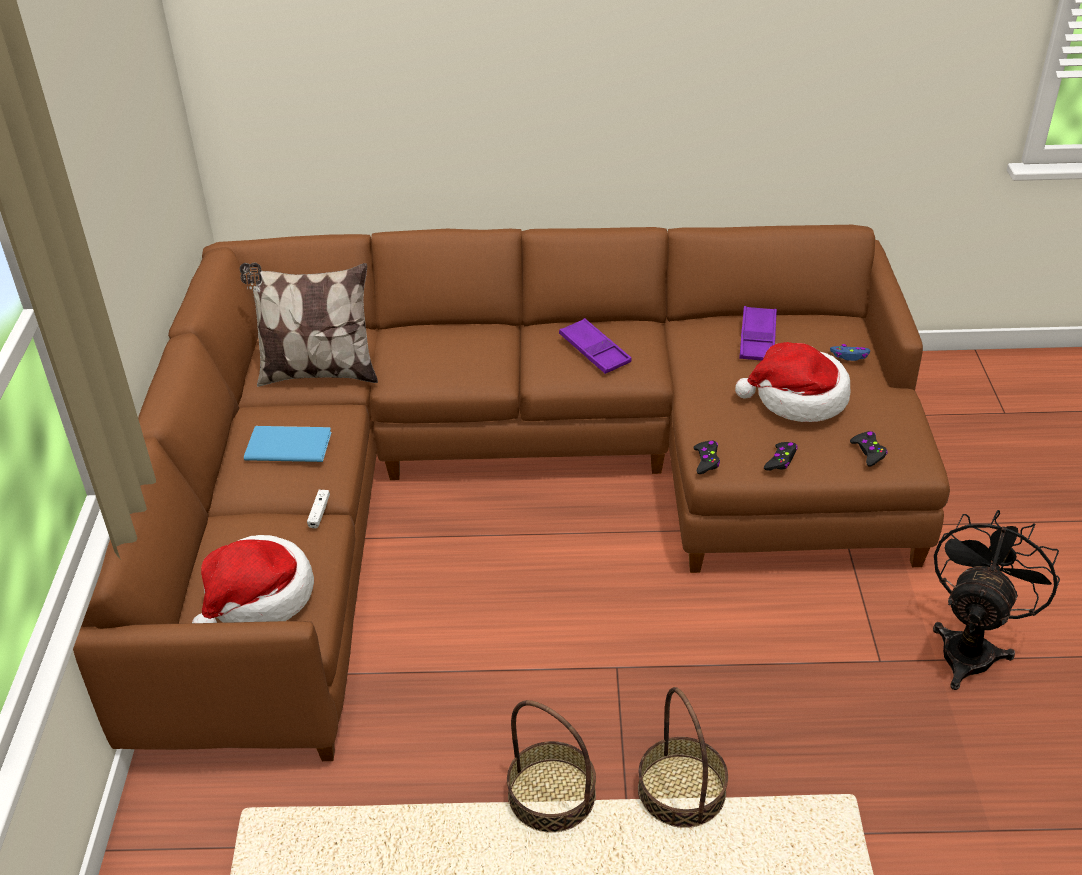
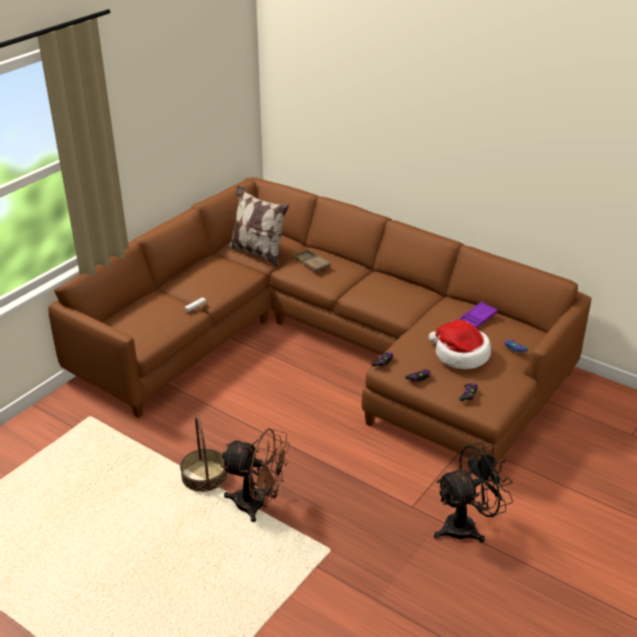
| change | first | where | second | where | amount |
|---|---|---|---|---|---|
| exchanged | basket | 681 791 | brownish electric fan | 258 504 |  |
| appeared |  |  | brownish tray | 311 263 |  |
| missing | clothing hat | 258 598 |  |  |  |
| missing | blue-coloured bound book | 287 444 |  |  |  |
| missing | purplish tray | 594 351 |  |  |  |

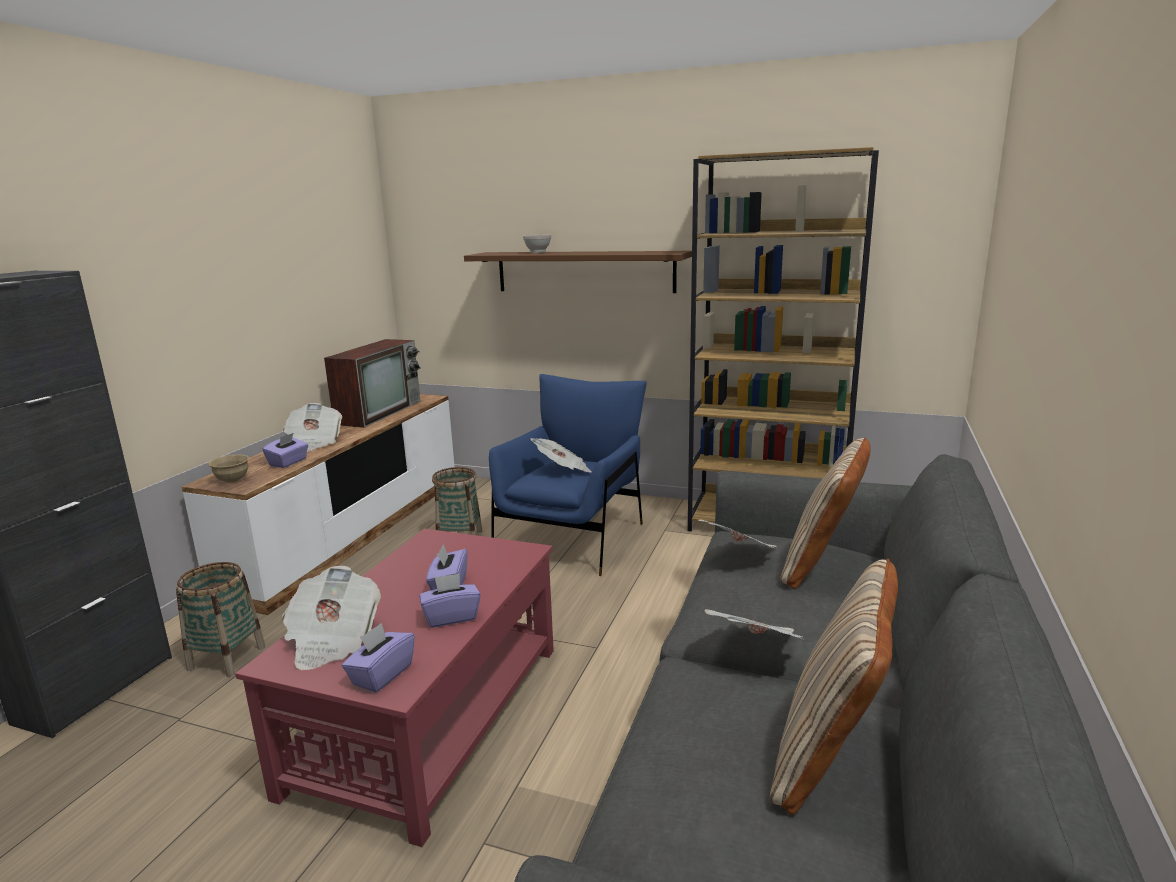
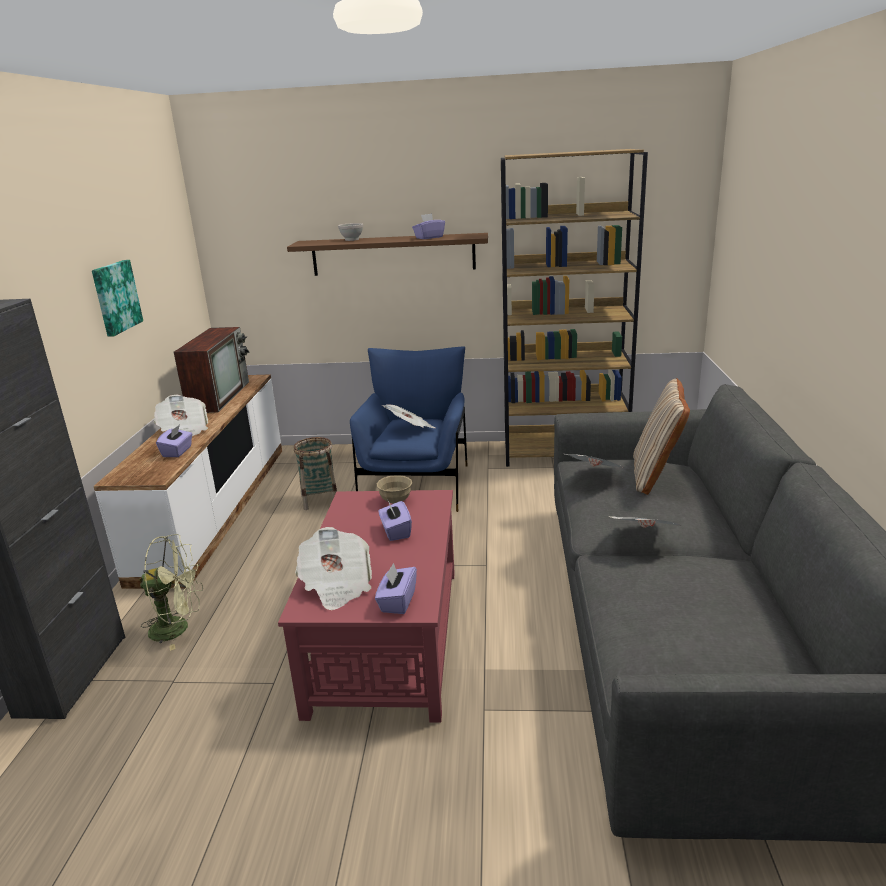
| change | first | where | second | where | amount |
|---|---|---|---|---|---|
| appeared |  |  | wall picture | 115 297 |  |
| exchanged | basket | 227 658 | green electric fan | 178 628 |  |
| relocated | beige serving bowl | 232 480 |  | 395 501 |  |
| relocated | purplish tissue box | 451 617 |  | 429 237 |  |
| missing | beige pillow | 829 756 |  |  |  |

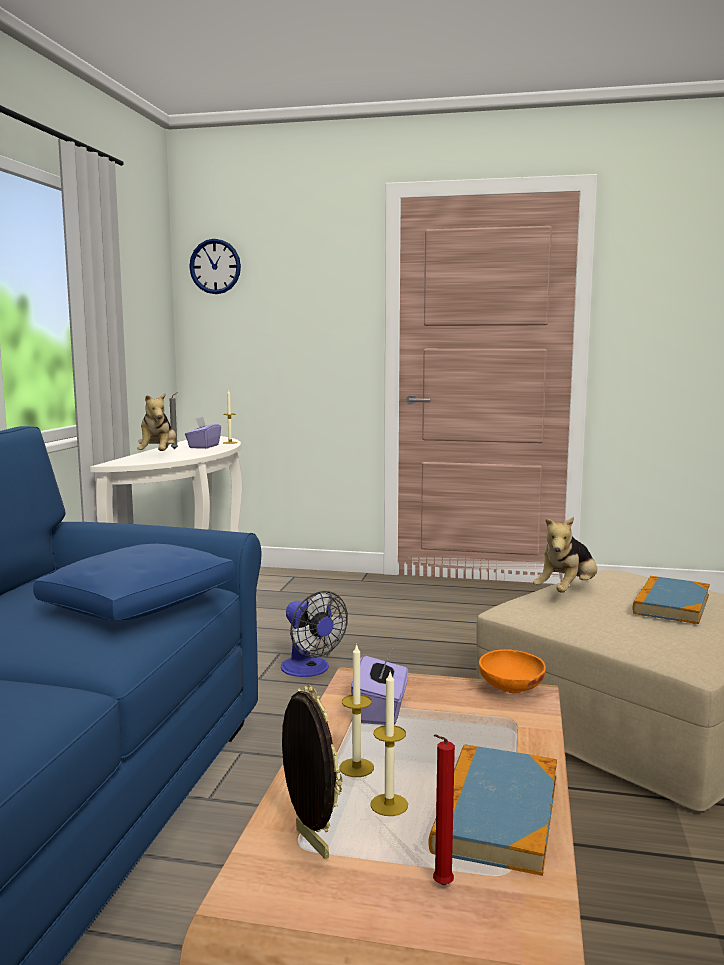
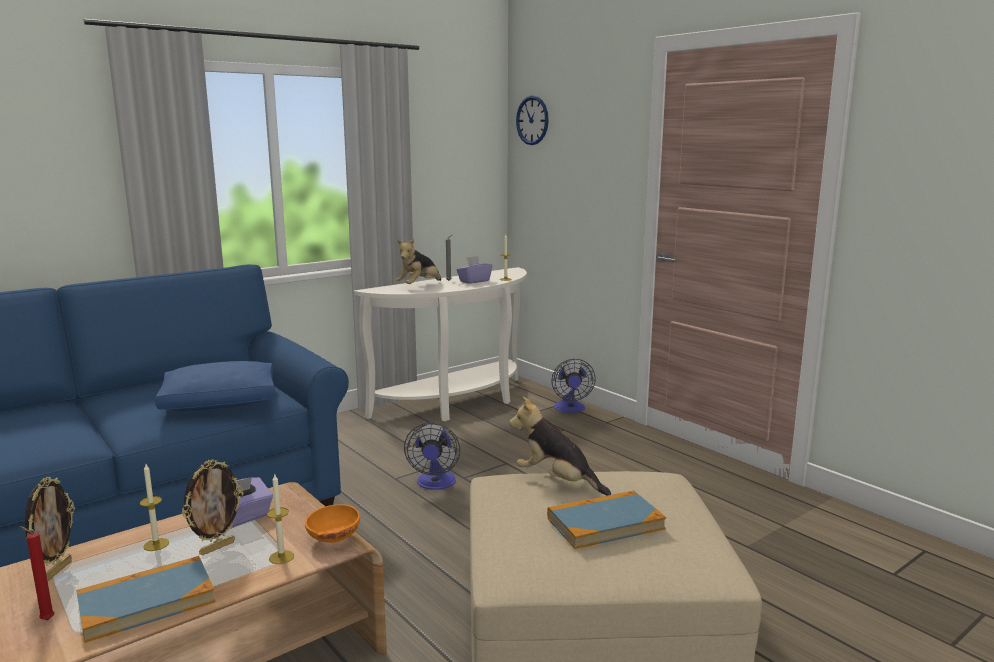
| change | first | where | second | where | amount |
|---|---|---|---|---|---|
| appeared |  |  | picture frame | 217 547 |  |
| relocated | wax candle | 389 805 |  | 281 557 |  |
| spun | cuddly toy | 567 592 |  | 557 481 | 45 degrees clockwise |
| appeared |  |  | electric fan | 570 409 |  |

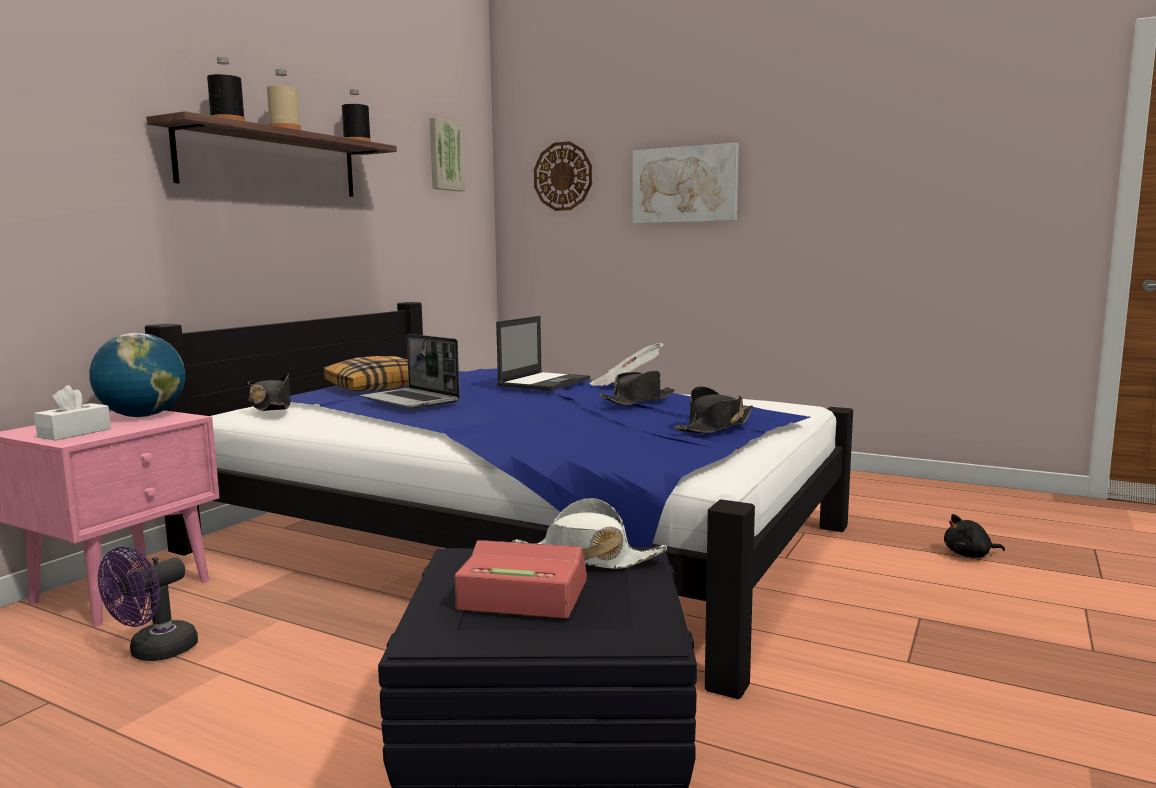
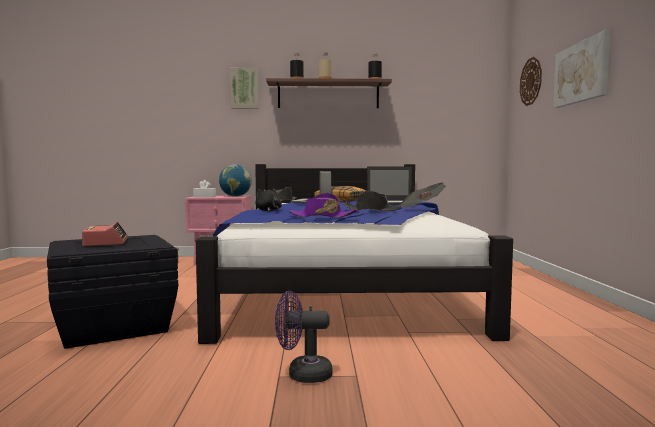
| change | first | where | second | where | amount |
|---|---|---|---|---|---|
| relocated | wall picture | 445 155 |  | 244 88 |  |
| relocated | black-coloured cuddly toy | 970 555 |  | 268 211 |  |
| relocated | purplish electric fan | 154 653 |  | 302 374 |  |
| colour | black-coloured clothing hat | 715 426 | purplish clothing hat | 322 216 |  |
| missing | white-coloured clothing hat | 585 559 |  |  |  |

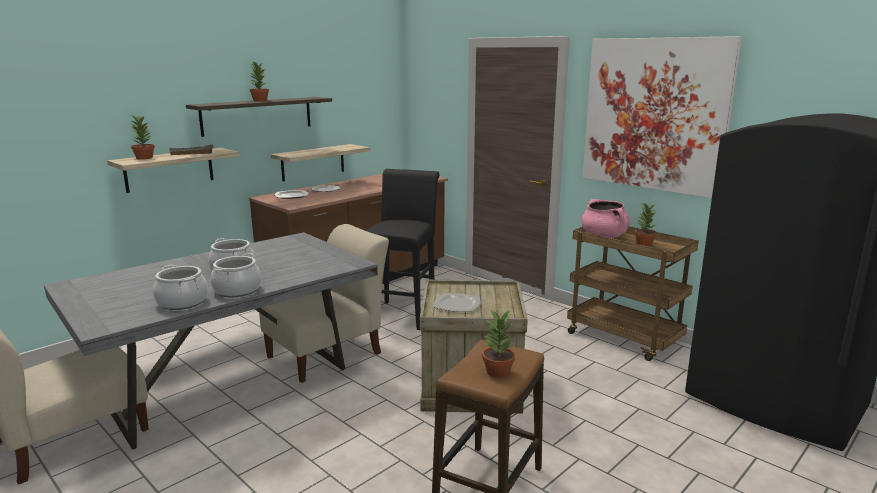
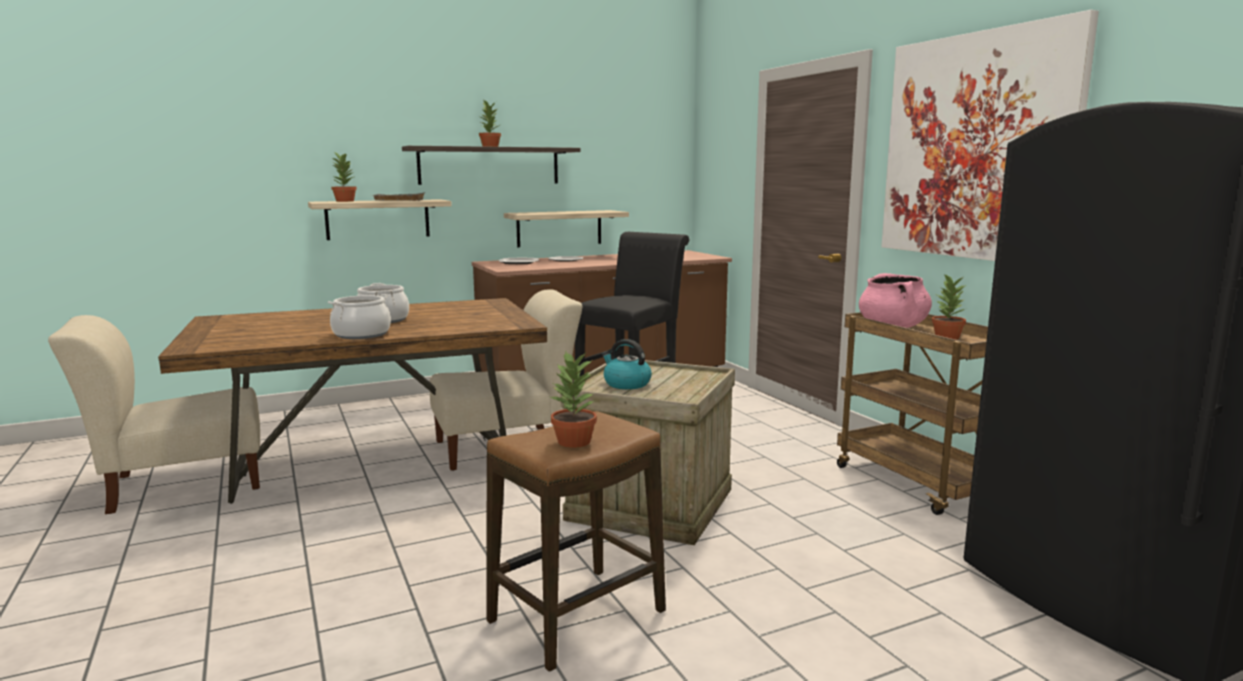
| change | first | where | second | where | amount |
|---|---|---|---|---|---|
| colour | grey dining table | 230 387 | brownish dining table | 373 464 |  |
| exchanged | plate | 457 305 | tea kettle | 626 384 |  |
| missing | stockpot | 182 302 |  |  |  |

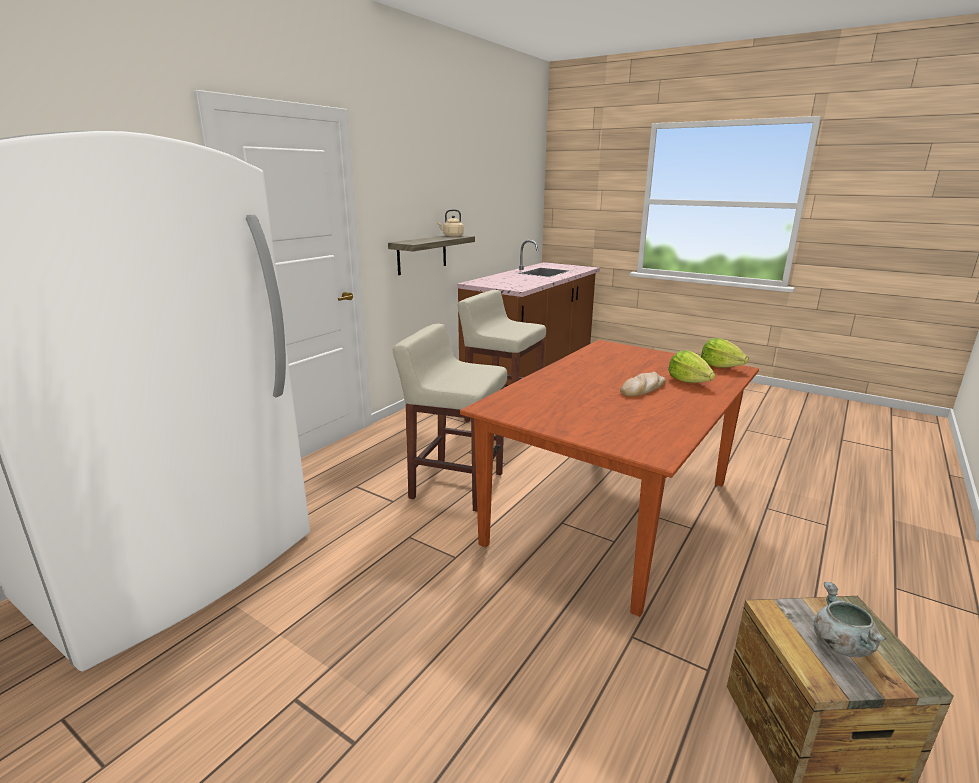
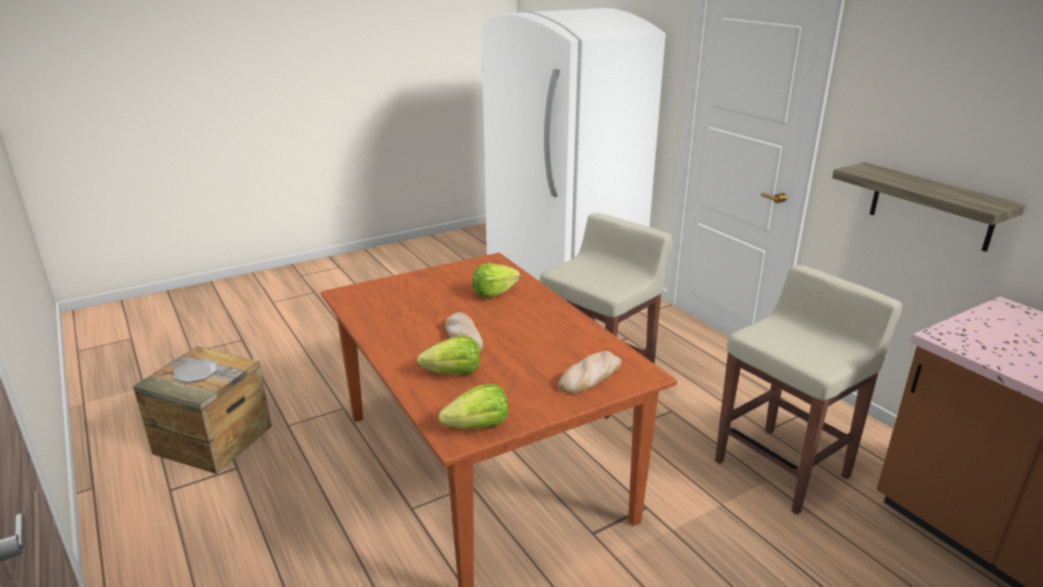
| change | first | where | second | where | amount |
|---|---|---|---|---|---|
| exchanged | grey stockpot | 840 643 | plate | 197 372 |  |
| appeared |  |  | head of lettuce | 494 293 |  |
| appeared |  |  | bread | 590 376 |  |
| missing | beige tea kettle | 452 236 |  |  |  |

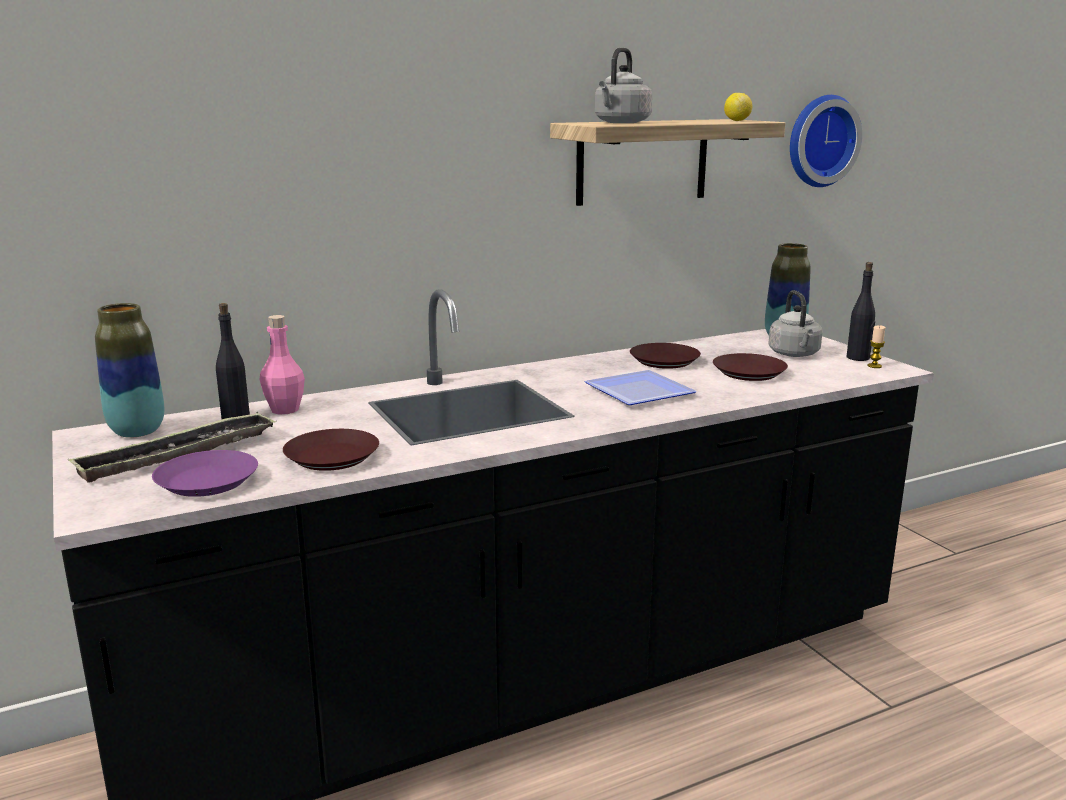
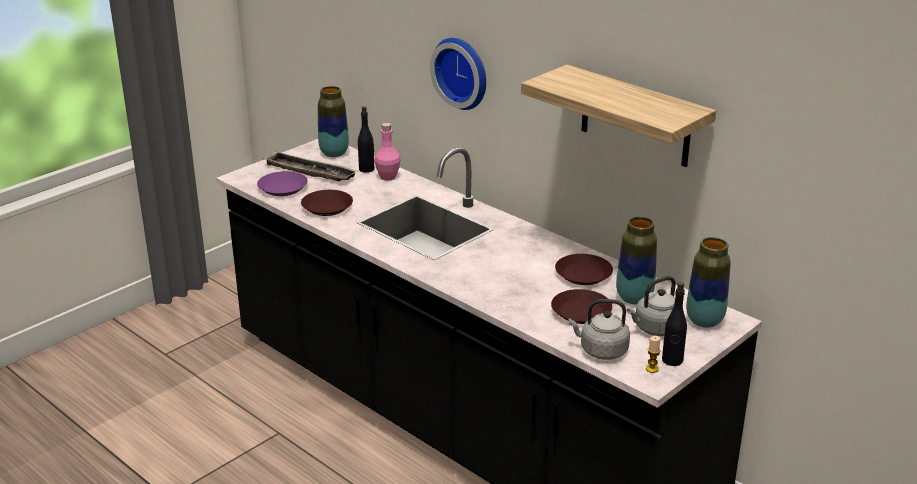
| change | first | where | second | where | amount |
|---|---|---|---|---|---|
| relocated | wall clock | 819 141 |  | 463 72 |  |
| relocated | grey tea kettle | 621 122 |  | 601 351 |  |
| appeared |  |  | decorative vase | 634 298 |  |
| missing | plate | 635 392 |  |  |  |
| missing | citrus fruit | 737 121 |  |  |  |

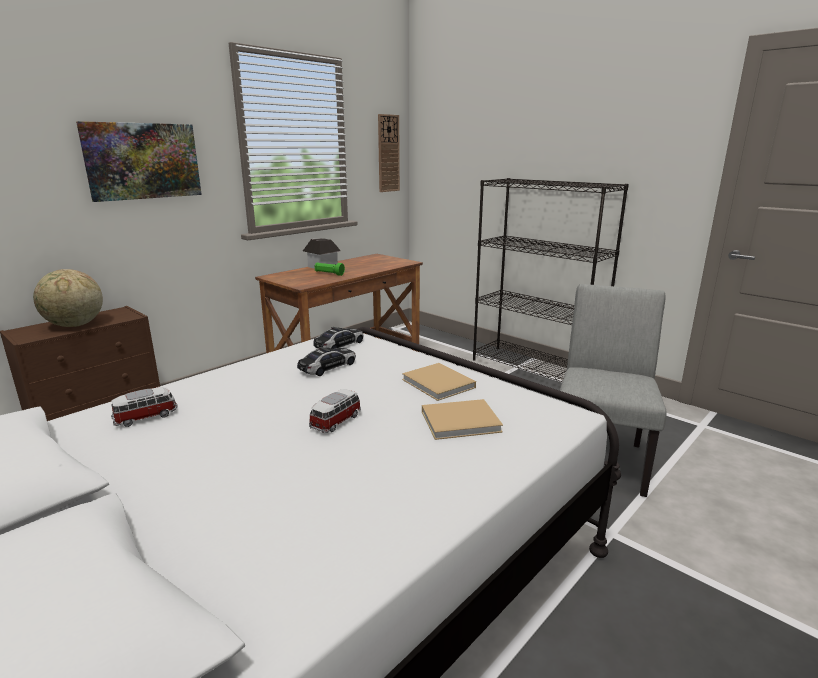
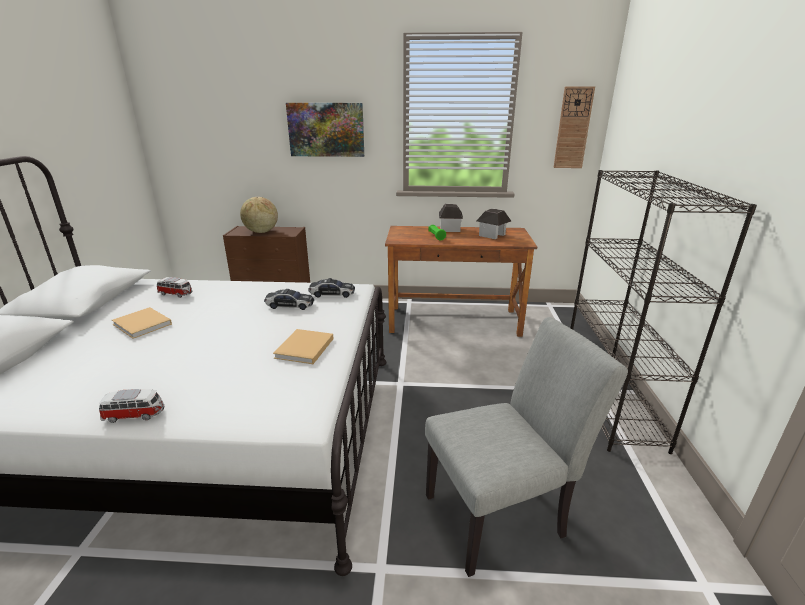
| change | first | where | second | where | amount |
|---|---|---|---|---|---|
| relocated | model car | 337 421 |  | 135 415 |  |
| relocated | beige bound book | 463 421 |  | 143 325 |  |
| appeared |  |  | toy house | 492 235 |  |

